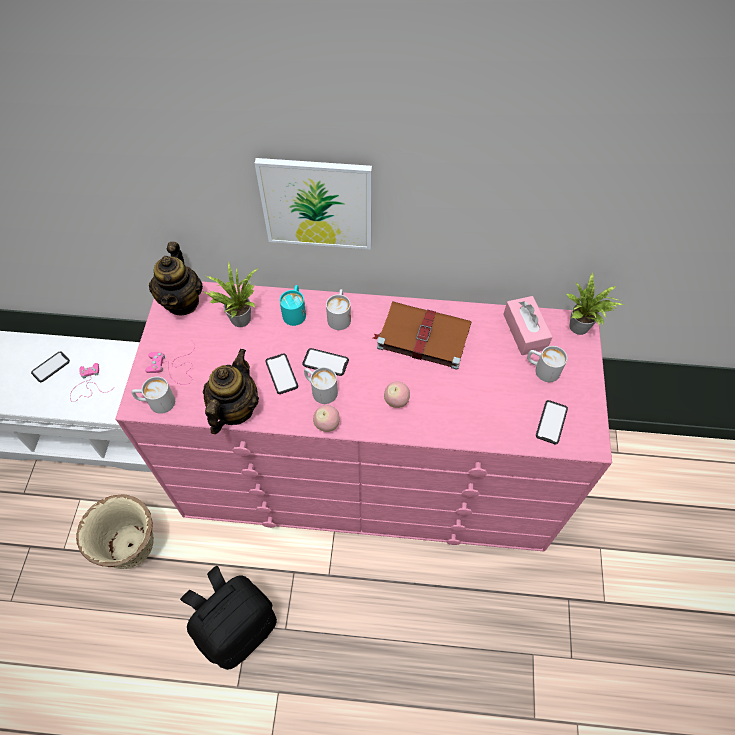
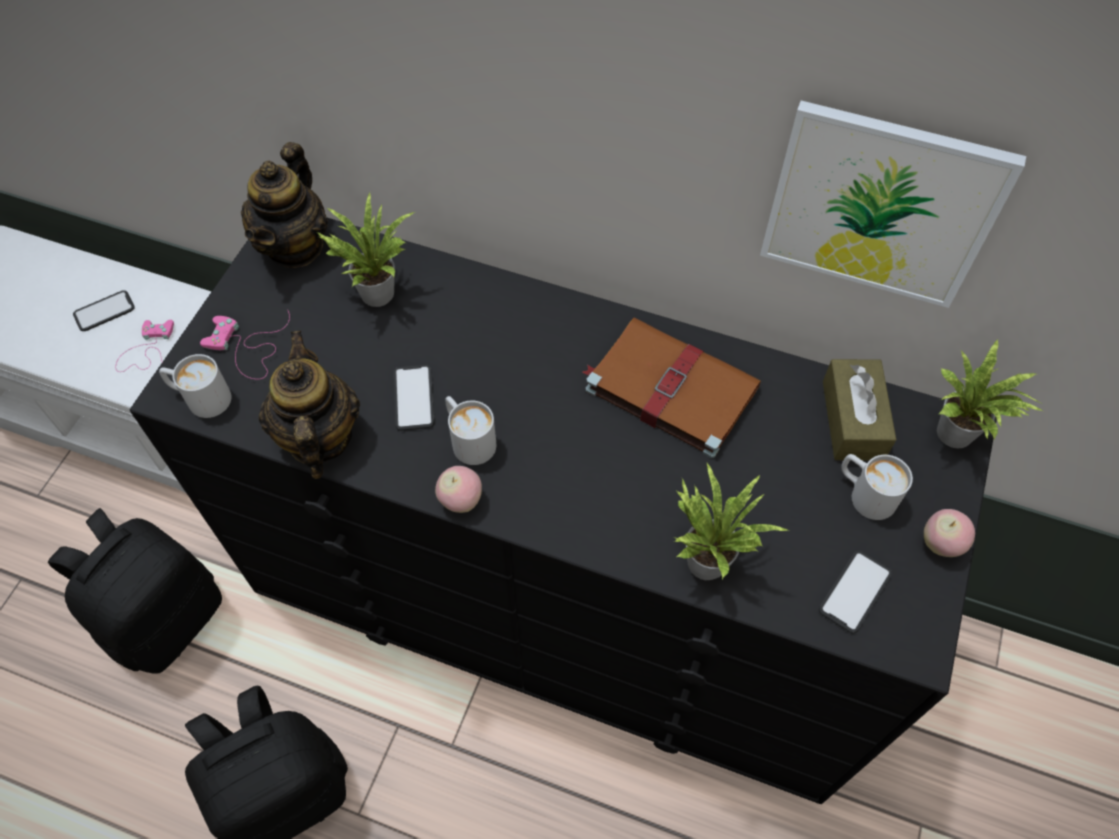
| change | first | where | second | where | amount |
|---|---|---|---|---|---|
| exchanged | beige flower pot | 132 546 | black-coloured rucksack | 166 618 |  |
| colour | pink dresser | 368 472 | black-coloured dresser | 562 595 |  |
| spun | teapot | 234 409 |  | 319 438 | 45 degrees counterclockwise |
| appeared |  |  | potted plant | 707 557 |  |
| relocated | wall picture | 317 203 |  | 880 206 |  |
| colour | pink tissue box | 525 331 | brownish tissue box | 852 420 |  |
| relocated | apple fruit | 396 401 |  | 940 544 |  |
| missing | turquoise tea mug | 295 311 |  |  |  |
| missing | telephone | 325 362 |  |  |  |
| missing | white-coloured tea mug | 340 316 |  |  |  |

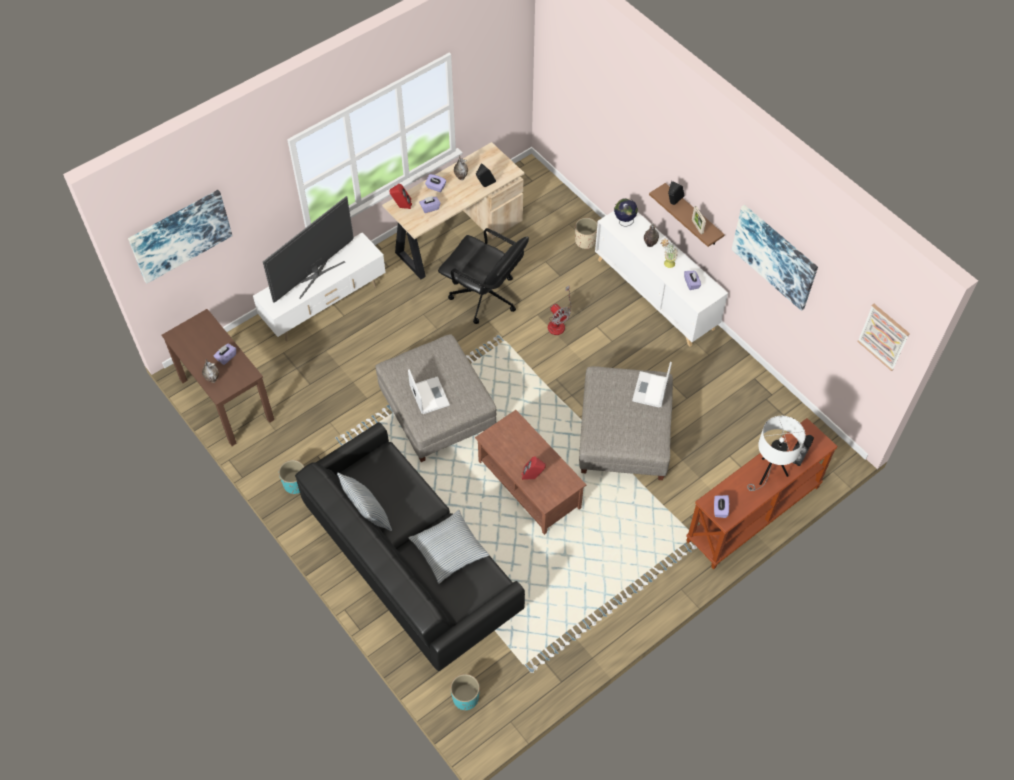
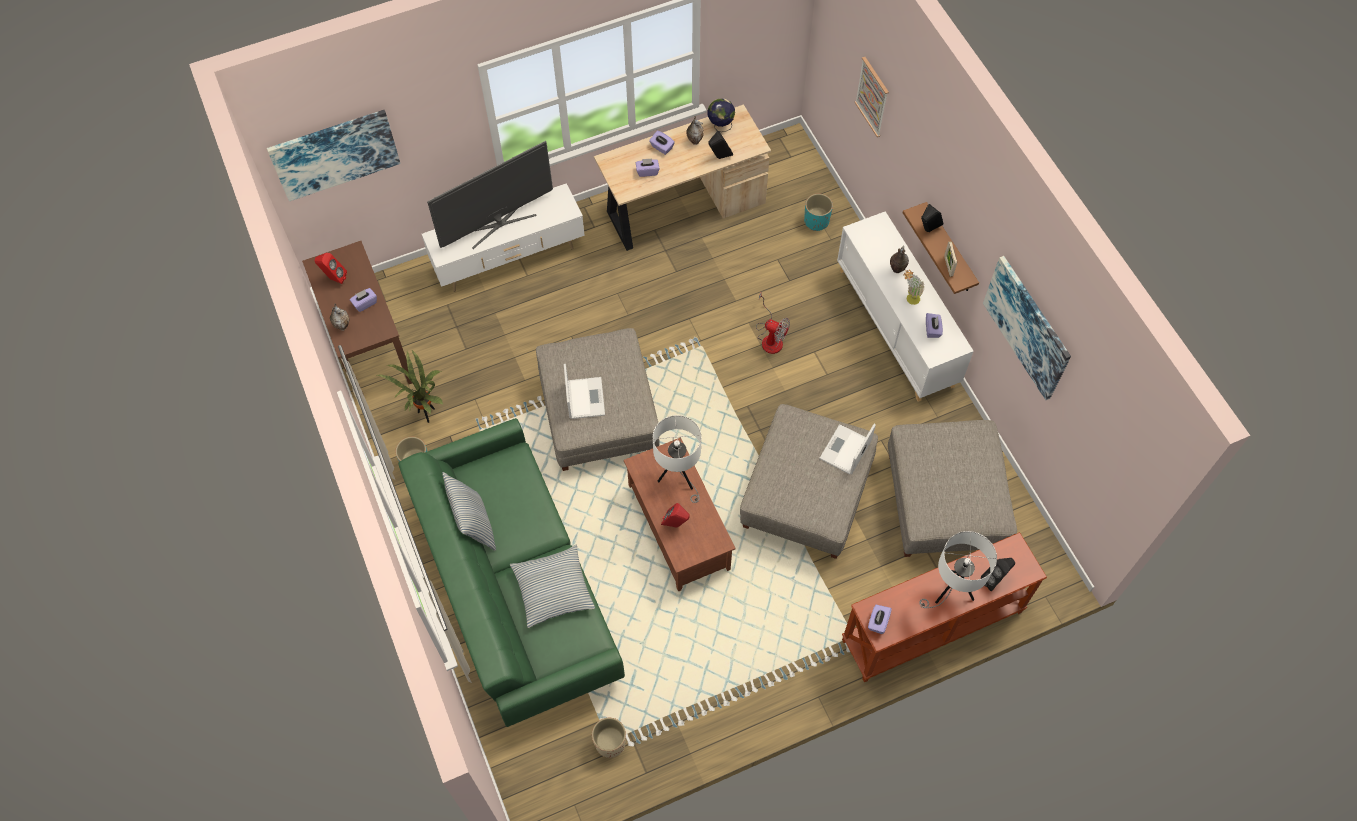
| change | first | where | second | where | amount |
|---|---|---|---|---|---|
| relocated | reddish audio speaker | 401 207 |  | 334 278 |  |
| appeared |  |  | potted plant | 426 415 |  |
| colour | black-coloured couch | 409 562 | green couch | 516 586 |  |
| relocated | beige flower pot | 585 241 |  | 610 743 |  |
| appeared |  |  | white-coloured lamp for a table | 678 478 |  |
| relocated | globe | 624 222 |  | 720 126 |  |
| spun | electric fan | 558 322 |  | 770 337 | 45 degrees counterclockwise |
| relocated | turquoise flower pot | 465 698 |  | 816 221 |  |
| relocated | wall picture | 884 336 |  | 872 96 |  |
| appeared |  |  | grey ottoman | 944 502 |  |
| missing | black-coloured computer chair | 485 298 |  |  |  |

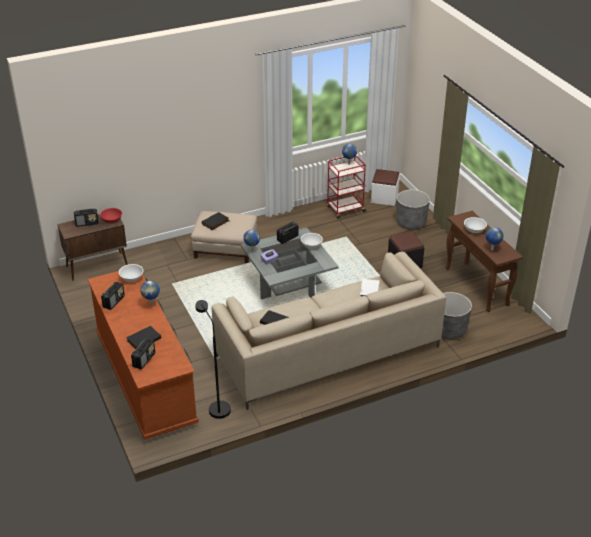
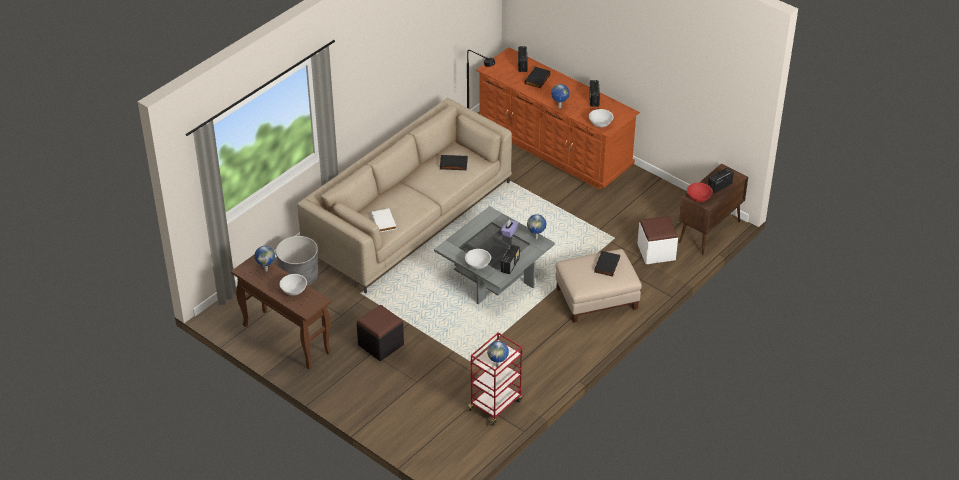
| change | first | where | second | where | amount |
|---|---|---|---|---|---|
| relocated | white-coloured ottoman | 384 198 |  | 656 252 |  |
| missing | grey flower pot | 411 222 |  |  |  |

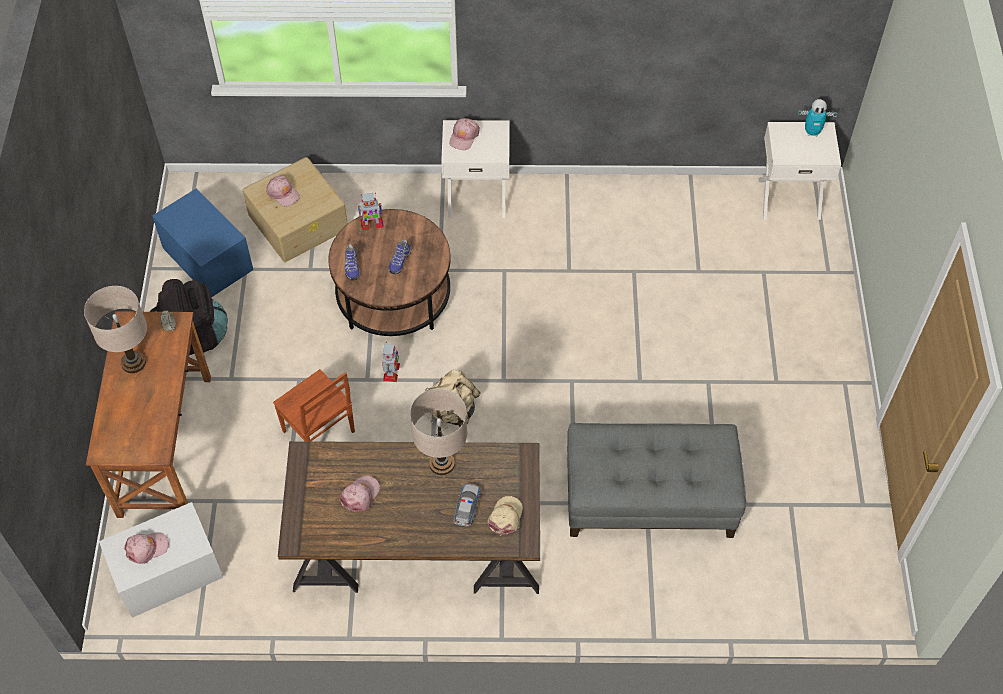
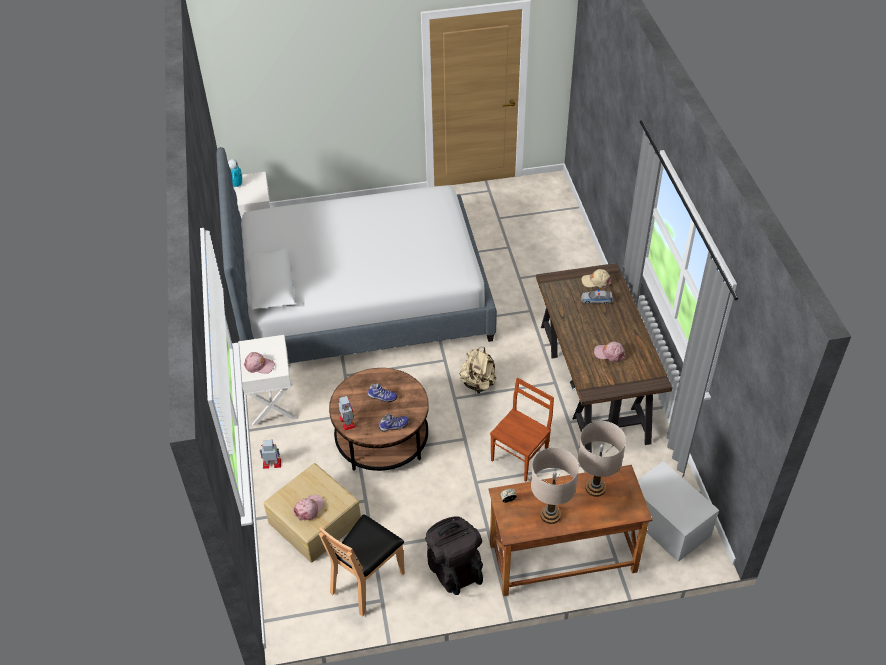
| change | first | where | second | where | amount |
|---|---|---|---|---|---|
| appeared |  |  | bed | 361 298 |  |
| relocated | model robot | 391 372 |  | 272 463 |  |
| exchanged | blue-coloured storage box | 207 258 | brownish plain chair | 367 581 |  |
| relocated | beige lamp for a table | 442 463 |  | 595 488 |  |
| missing | pink cap | 146 548 |  |  |  |
| missing | grey ottoman | 649 496 |  |  |  |

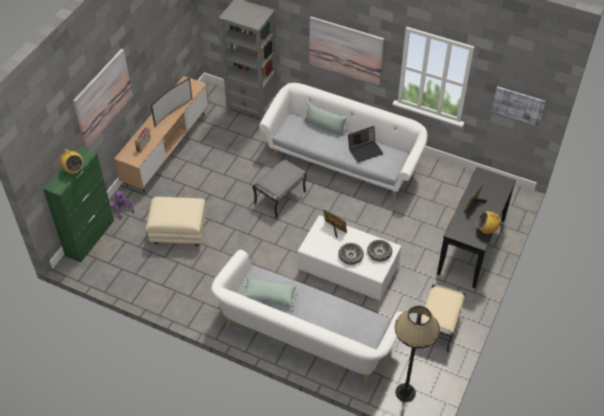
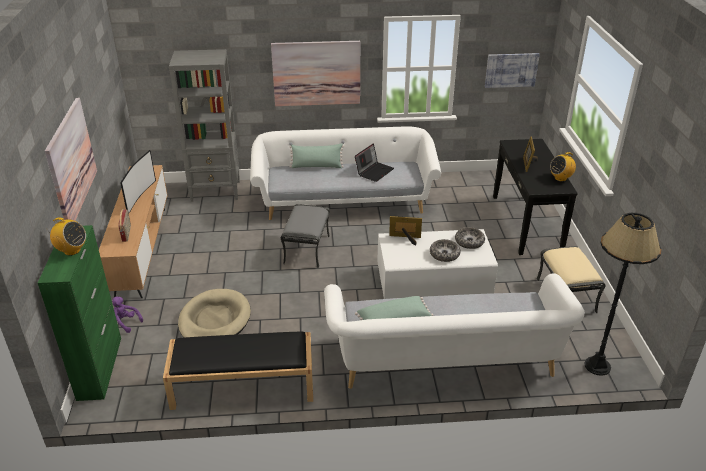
| change | first | where | second | where | amount |
|---|---|---|---|---|---|
| appeared |  |  | black-coloured long seat | 242 386 |  |
| exchanged | beige ottoman | 178 232 | beige dog bed | 214 320 |  |

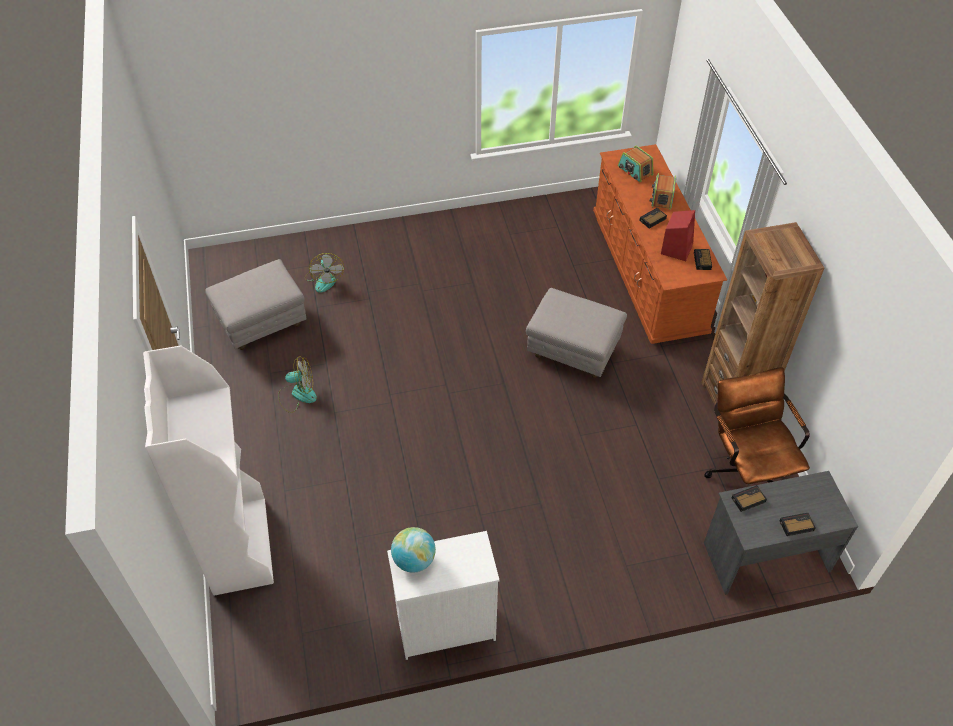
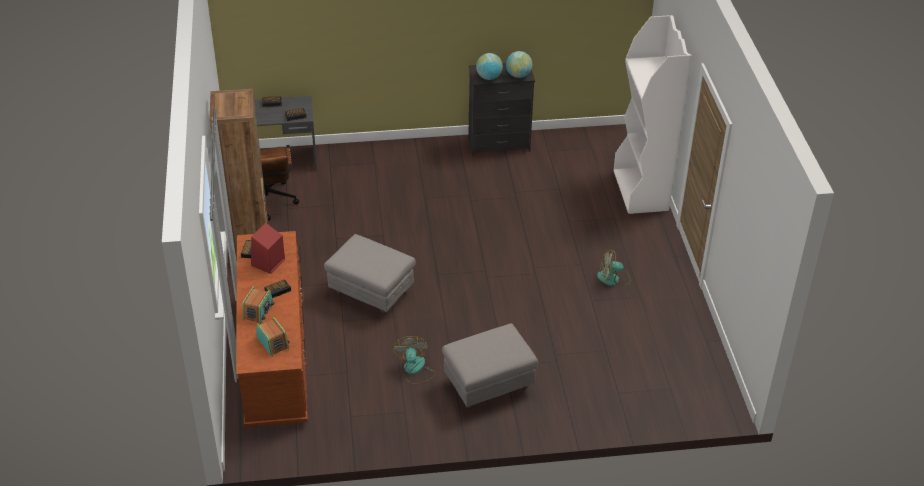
| change | first | where | second | where | amount |
|---|---|---|---|---|---|
| relocated | electric fan | 324 279 |  | 415 370 |  |
| relocated | grey ottoman | 262 325 |  | 488 385 |  |
| colour | white-coloured dresser | 445 627 | black-coloured dresser | 499 145 |  |
| appeared |  |  | globe | 489 77 |  |

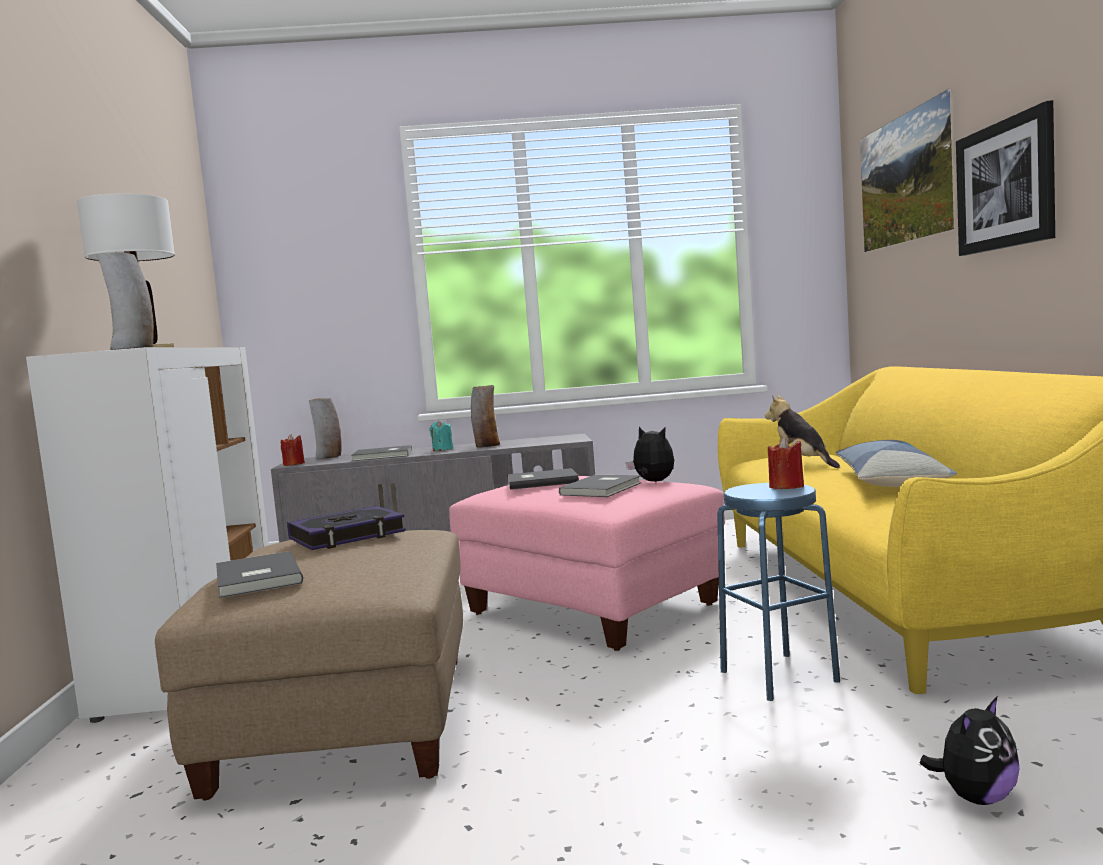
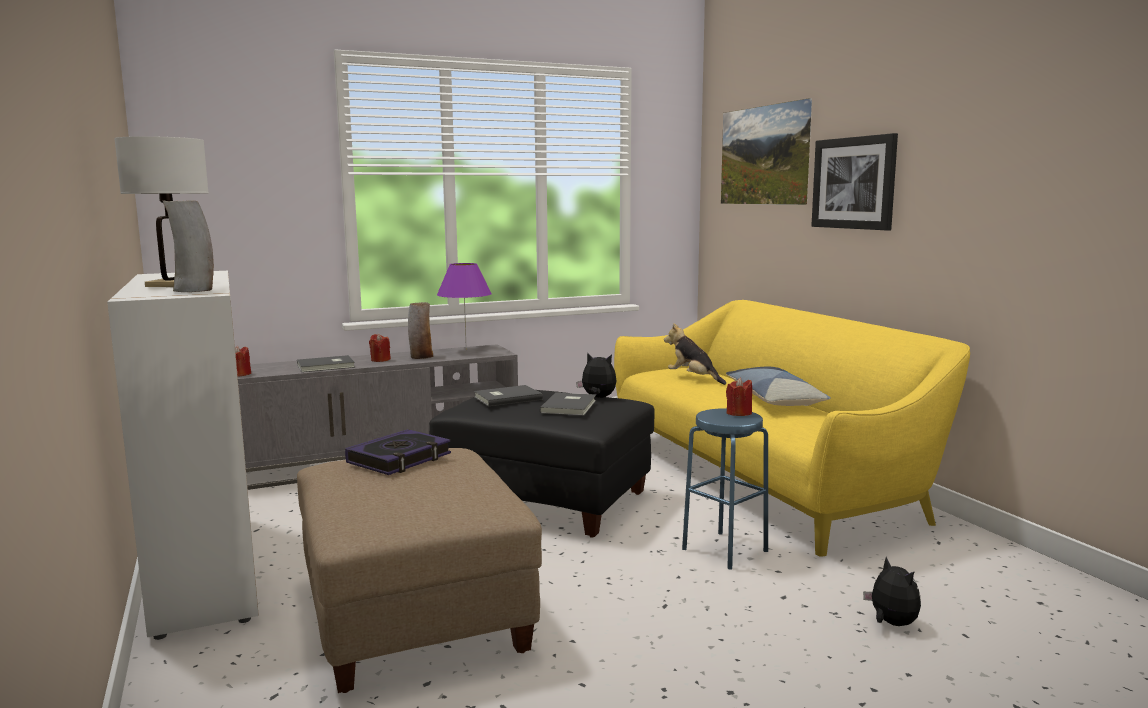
| change | first | where | second | where | amount |
|---|---|---|---|---|---|
| colour | turquoise wax candle | 442 449 | reddish wax candle | 380 360 |  |
| colour | pink ottoman | 590 609 | black-coloured ottoman | 545 501 |  |
| appeared |  |  | purplish lamp for a table | 466 350 |  |
| spun | cuddly toy | 976 797 |  | 891 623 | 60 degrees counterclockwise |
| missing | grey bound book | 255 579 |  |  |  |
| missing | decorative vase | 329 457 |  |  |  |

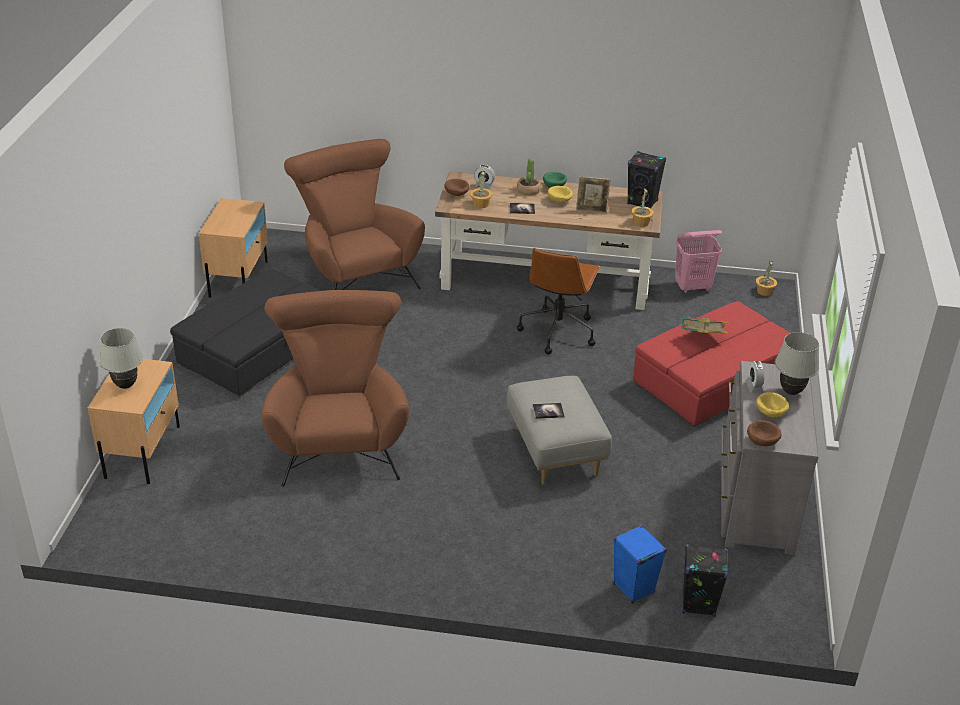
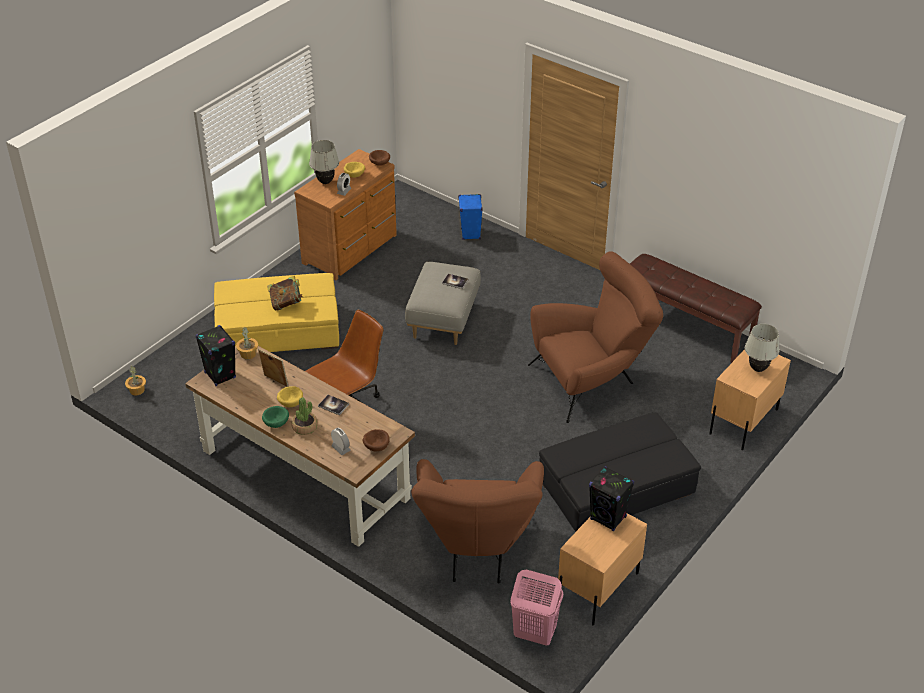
| change | first | where | second | where | amount |
|---|---|---|---|---|---|
| colour | reddish ottoman | 713 381 | yellow ottoman | 278 330 |  |
| colour | grey dresser | 753 503 | brownish dresser | 352 249 |  |
| relocated | pink hamper | 693 287 |  | 534 634 |  |
| spun | brownish lounge chair | 338 441 |  | 591 379 | 135 degrees counterclockwise |
| relocated | black-coloured audio speaker | 698 604 |  | 608 518 |  |
| appeared |  |  | brownish long seat | 685 326 |  |
| missing | potted plant | 481 204 |  |  |  |

